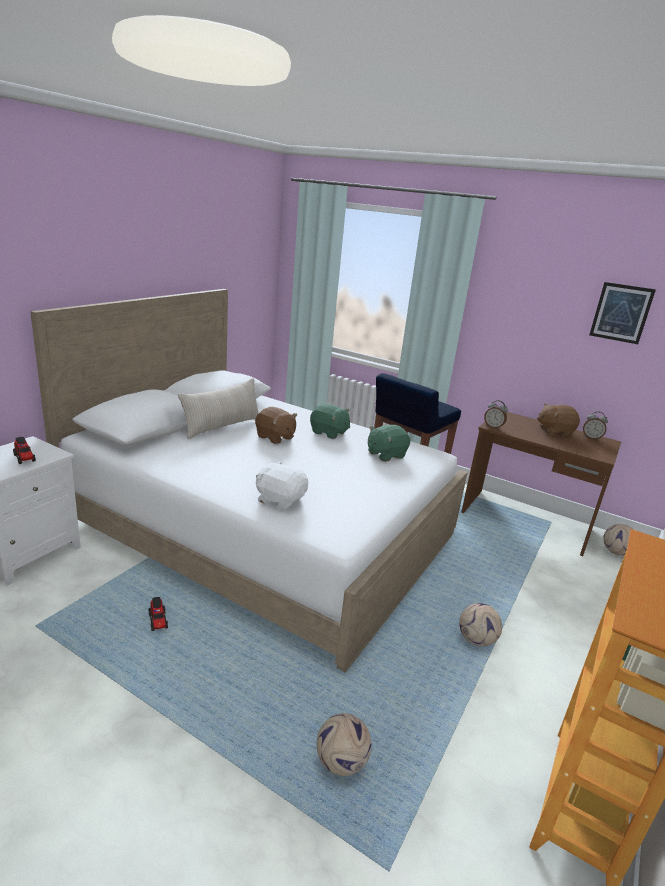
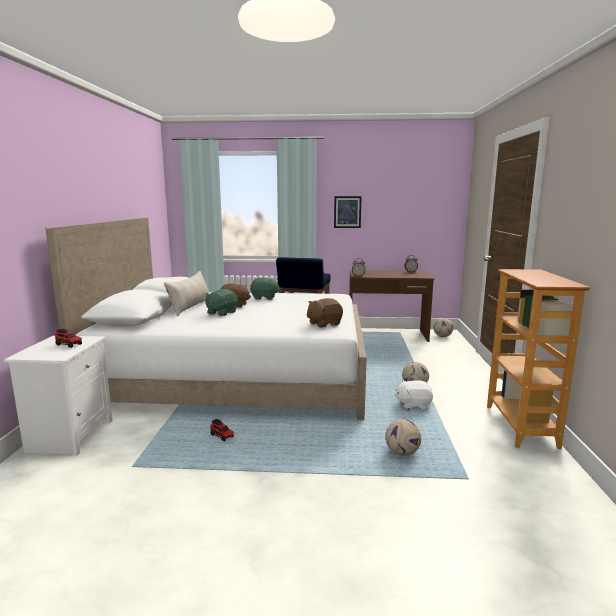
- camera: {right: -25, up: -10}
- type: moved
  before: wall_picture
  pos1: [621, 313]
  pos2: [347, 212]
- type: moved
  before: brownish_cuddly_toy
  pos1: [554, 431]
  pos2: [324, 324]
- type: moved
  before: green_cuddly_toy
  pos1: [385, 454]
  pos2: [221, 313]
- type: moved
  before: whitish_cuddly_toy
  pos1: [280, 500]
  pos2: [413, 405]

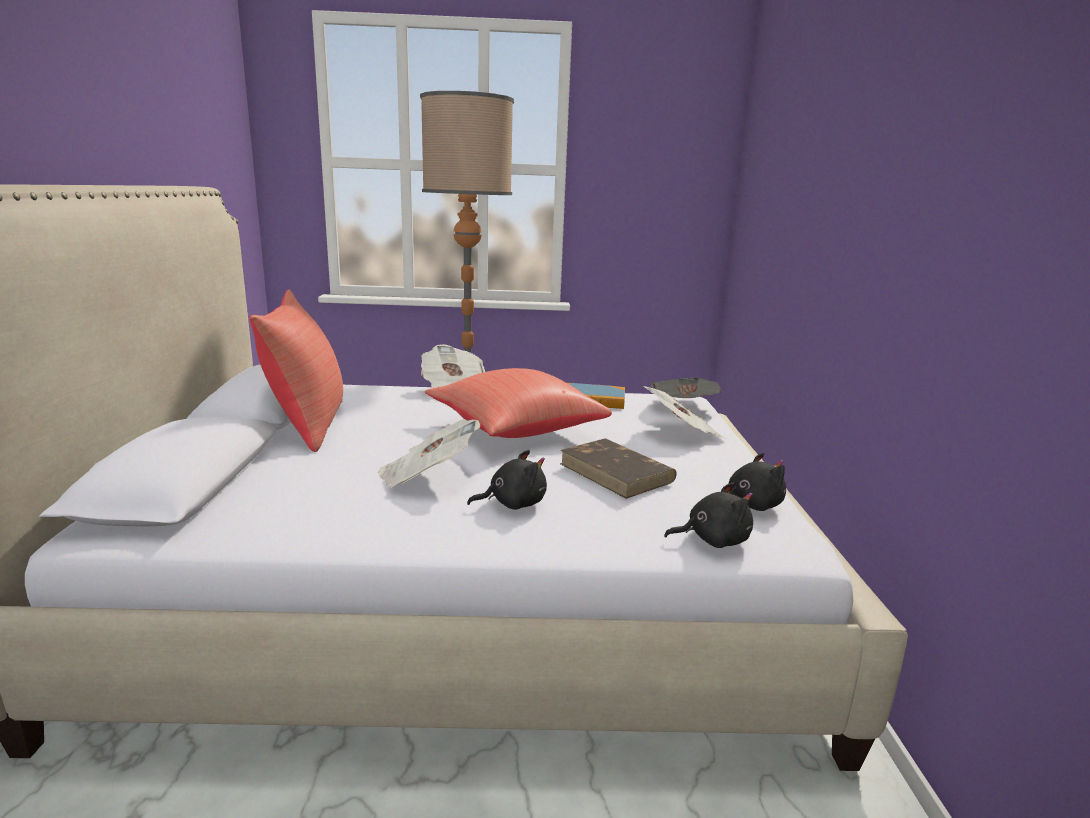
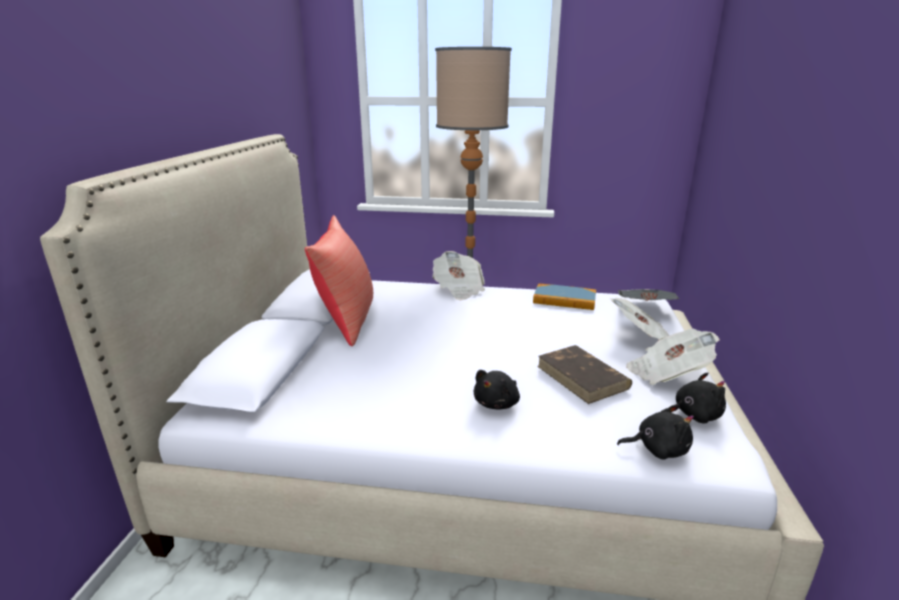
- camera: {right: 10, up: 5}
- type: removed
  before: red-coloured_throw_pillow
  pos1: [514, 430]
- type: moved
  before: daily_paper
  pos1: [427, 477]
  pos2: [667, 374]
- type: turned
  before: blackish_cuddly_toy
  pos1: [513, 504]
  pos2: [497, 403]
  turn: 135

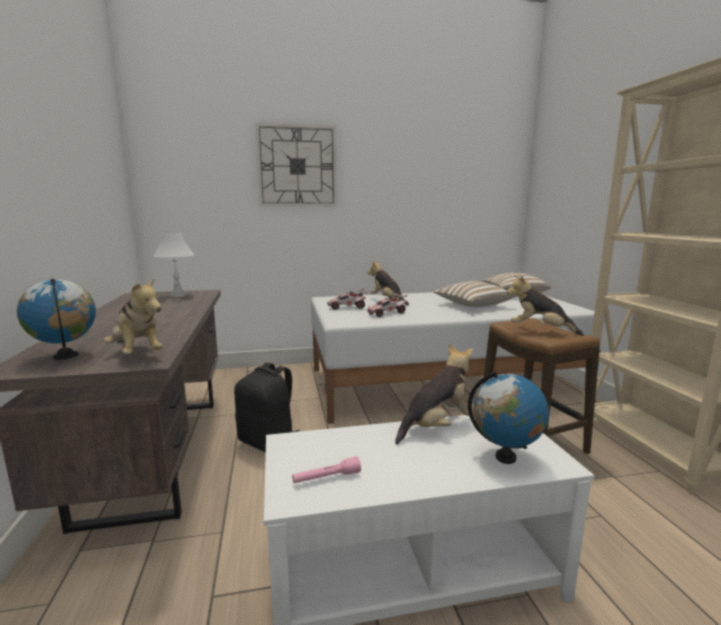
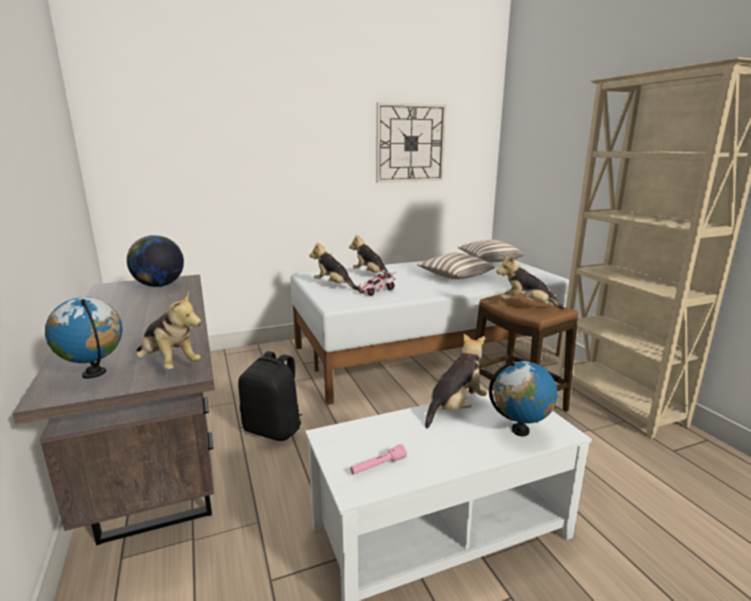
- camera: {right: -10, up: 5}
- type: moved
  before: hanging_clock
  pos1: [297, 166]
  pos2: [410, 143]
- type: replaced
  before: whitish_tabletop_lamp
  after: globe
  pos1: [178, 296]
  pos2: [159, 285]
- type: replaced
  before: model_car
  after: cuddly_toy
  pos1: [347, 307]
  pos2: [334, 285]

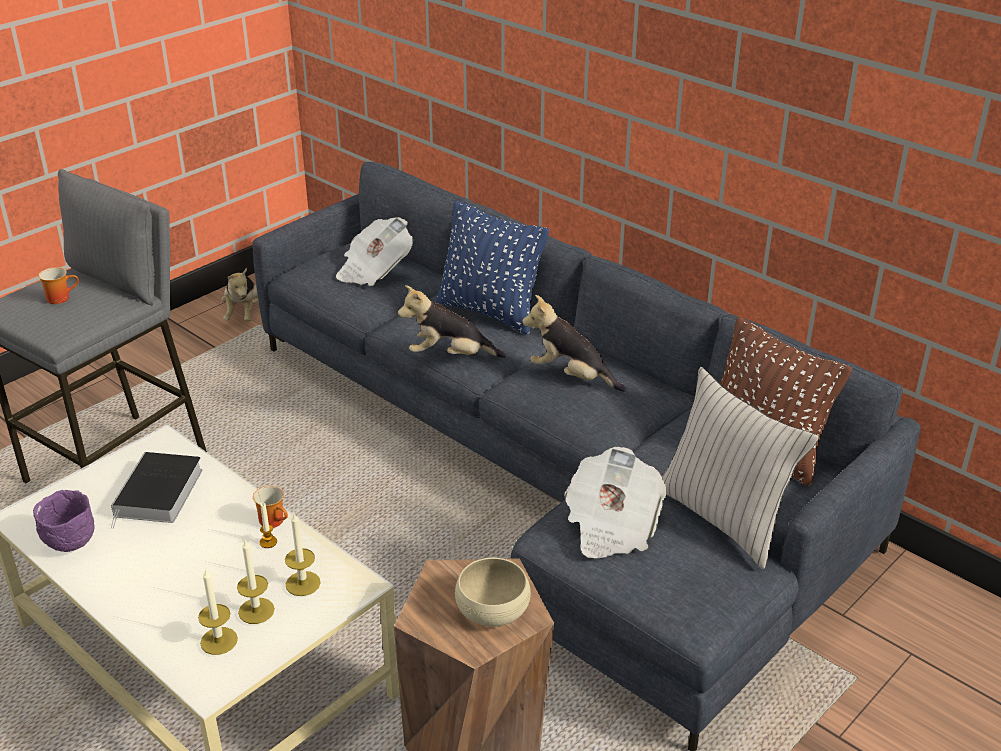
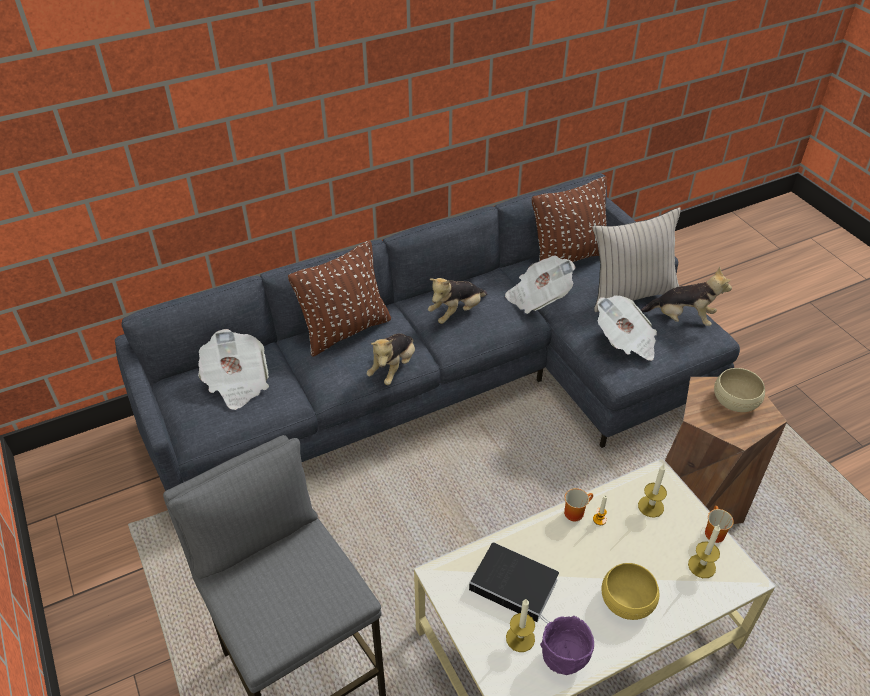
- camera: {right: -70, up: 10}
- type: recoloured
  before: blue-coloured_throw_pillow
  after: brownish_throw_pillow
  pos1: [490, 311]
  pos2: [345, 331]
- type: moved
  before: coffee_mug
  pos1: [61, 297]
  pos2: [712, 532]
- type: moved
  before: cuddly_toy
  pos1: [243, 313]
  pos2: [682, 318]
- type: moved
  before: candle
  pos1: [256, 611]
  pos2: [520, 638]
- type: added
  after: daily_paper
  pos2: [538, 297]
- type: added
  after: yellow_bowl
  pos2: [627, 600]

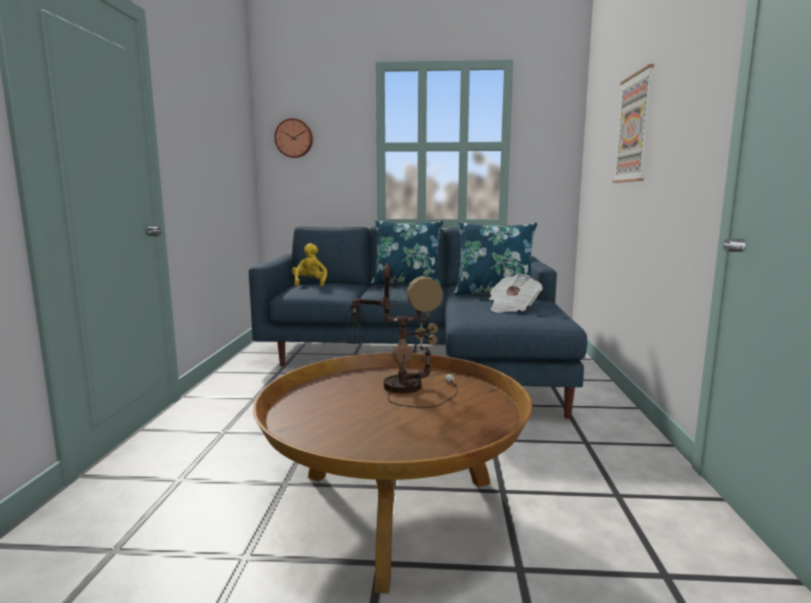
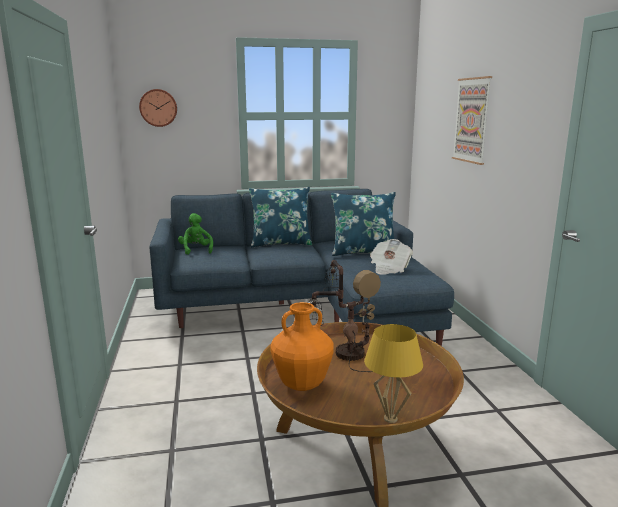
- camera: {right: -15, up: 5}
- type: recoloured
  before: yellow_cuddly_toy
  after: green_cuddly_toy
  pos1: [310, 284]
  pos2: [196, 250]
- type: added
  after: orangey_vase
  pos2: [302, 385]
- type: added
  after: yellow_tabletop_lamp
  pos2: [390, 419]

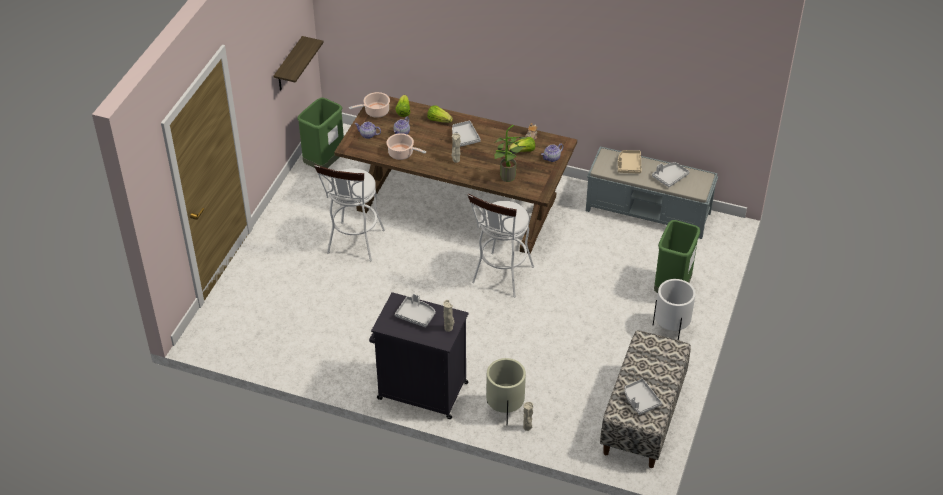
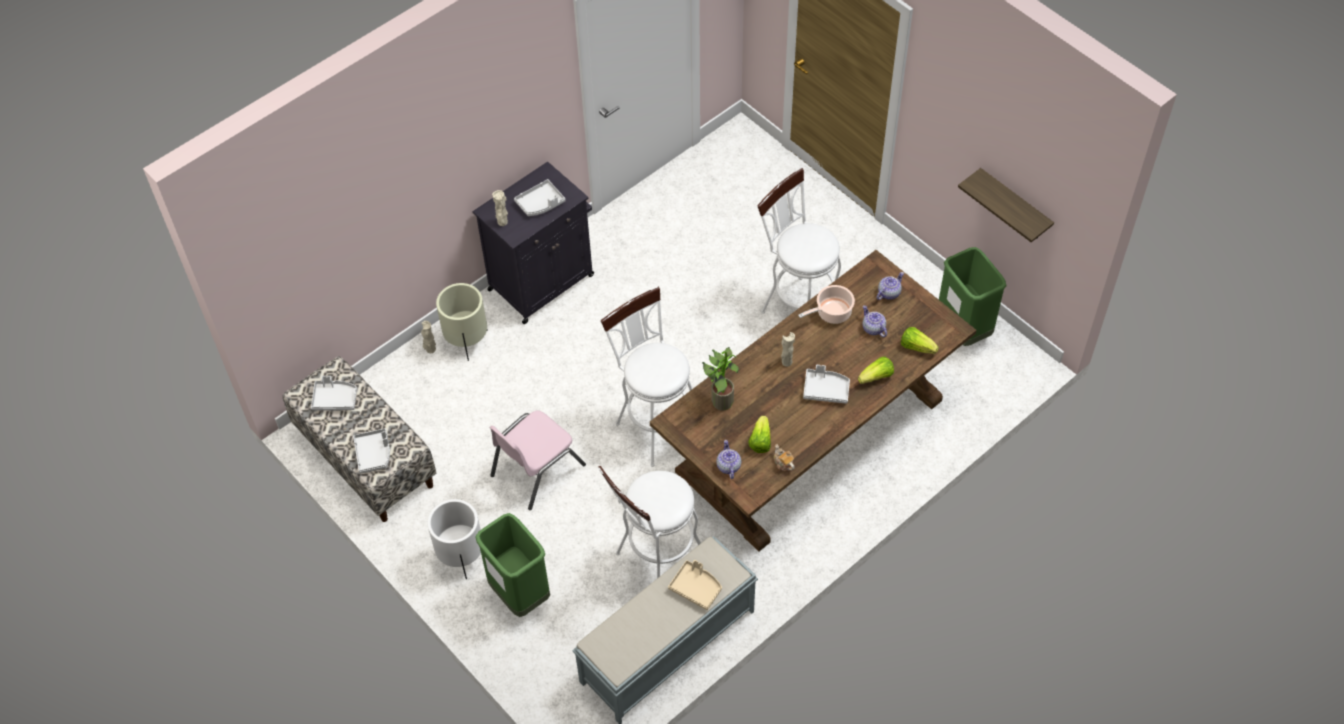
- camera: {right: 120, up: 10}
- type: removed
  before: cooking_pot
  pos1: [375, 112]
- type: moved
  before: greyish_carrying_tray
  pos1: [669, 177]
  pos2: [374, 454]
- type: added
  after: pink_upright_chair
  pos2: [536, 470]
- type: added
  after: whitish_stool
  pos2: [656, 560]

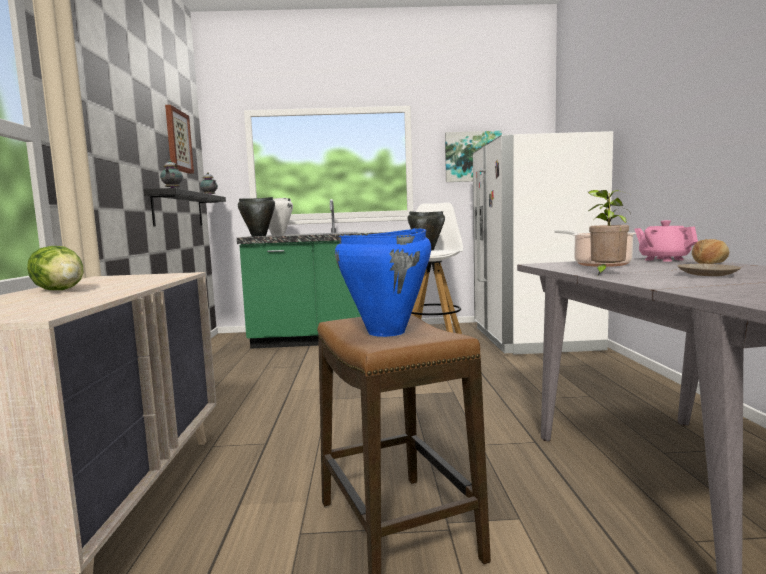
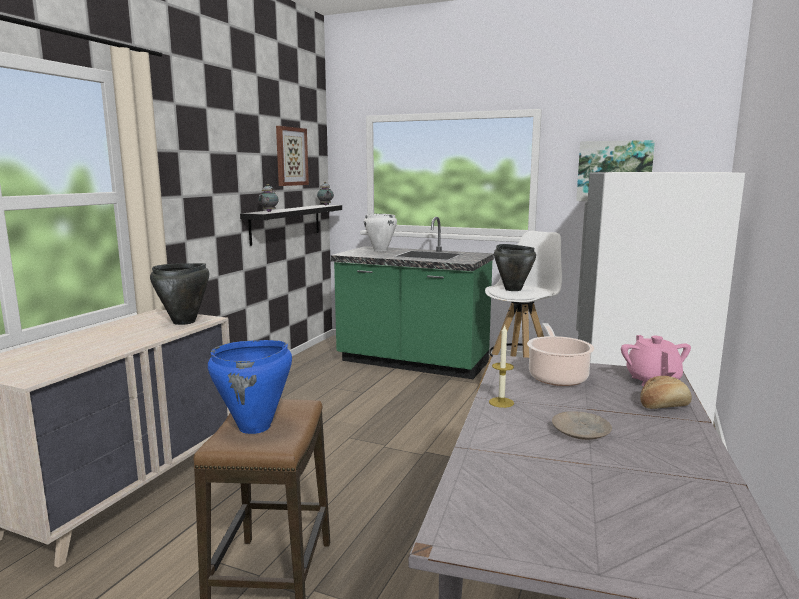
- camera: {right: 25, up: 5}
- type: replaced
  before: plant_in_a_pot
  after: candle
  pos1: [606, 274]
  pos2: [501, 402]
- type: moved
  before: blackish_cooking_pot
  pos1: [259, 236]
  pos2: [184, 322]
- type: removed
  before: head_of_lettuce
  pos1: [61, 290]

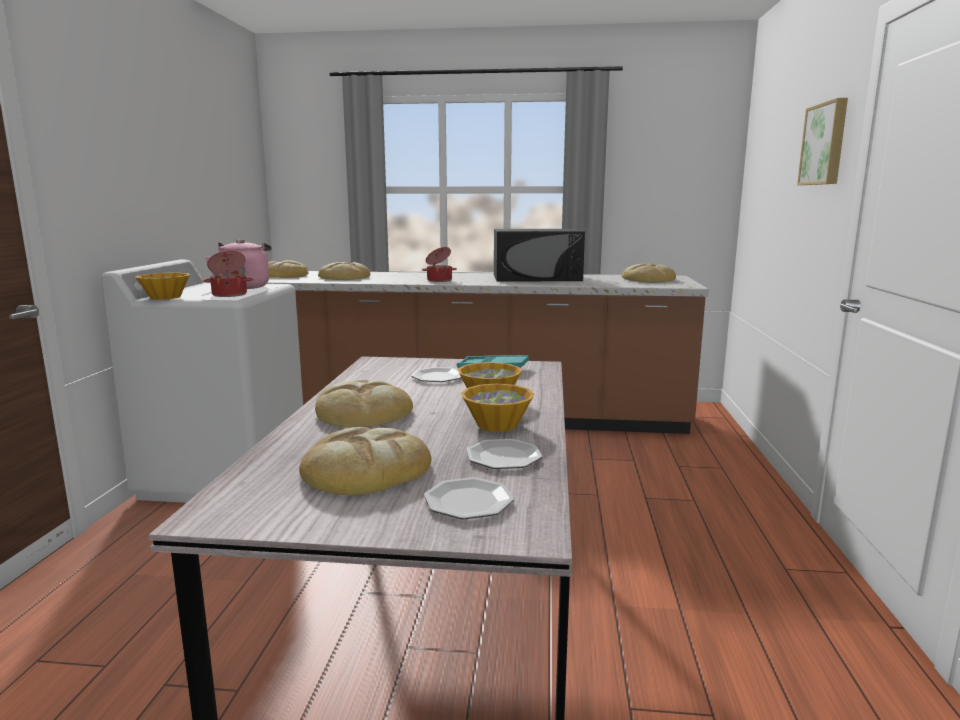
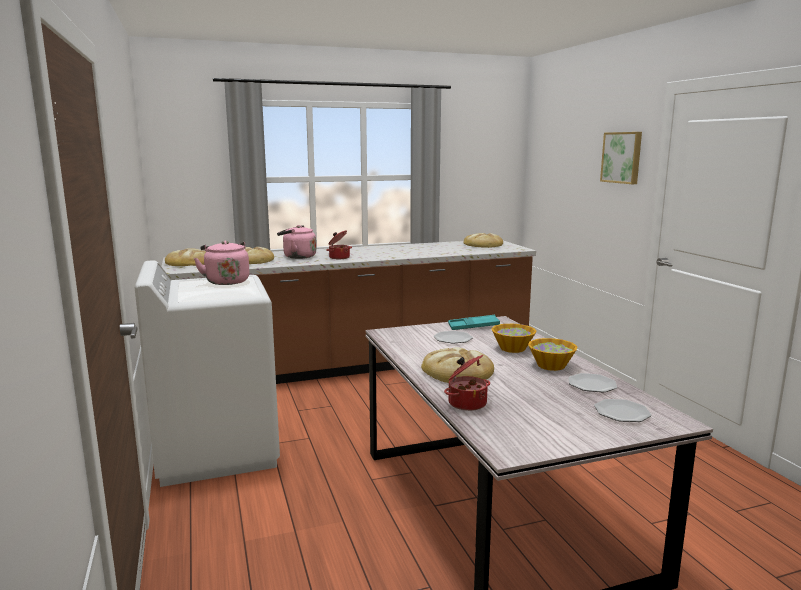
- camera: {right: -25, up: 0}
- type: removed
  before: blackish_microwave
  pos1: [537, 277]
- type: moved
  before: cooking_pot
  pos1: [230, 294]
  pos2: [466, 403]
- type: removed
  before: bowl
  pos1: [165, 297]
- type: removed
  before: bakery_bread
  pos1: [365, 470]
- type: added
  after: pink_water_kettle
  pos2: [297, 257]

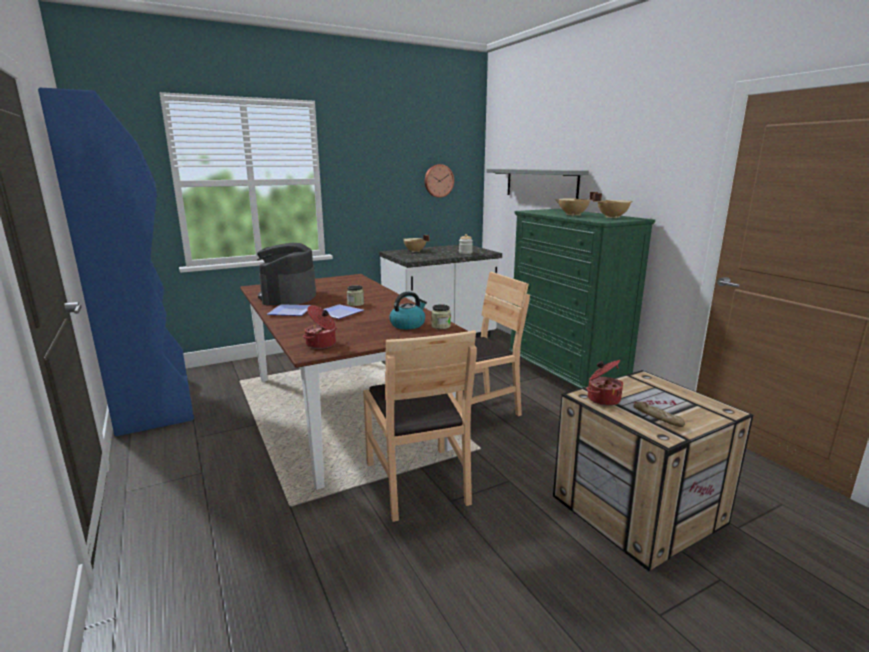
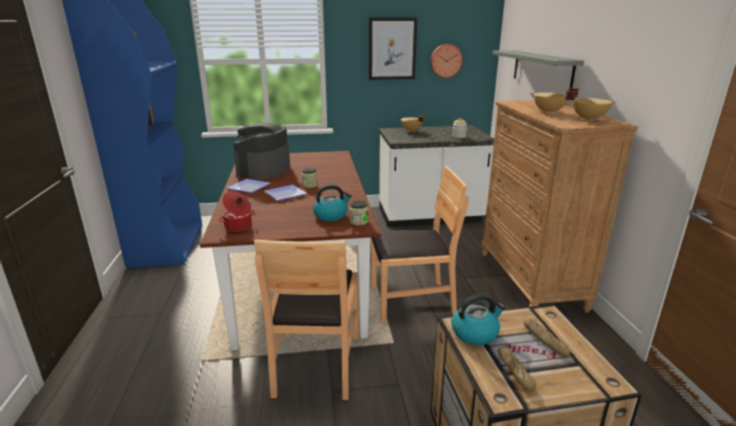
- camera: {right: 20, up: 5}
- type: recoloured
  before: green_dresser
  after: brownish_dresser
  pos1: [565, 377]
  pos2: [530, 280]
- type: replaced
  before: cooking_pot
  after: water_kettle
  pos1: [603, 399]
  pos2: [475, 333]
- type: added
  after: wall_picture
  pos2: [392, 49]
- type: added
  after: bakery_bread
  pos2: [545, 341]

